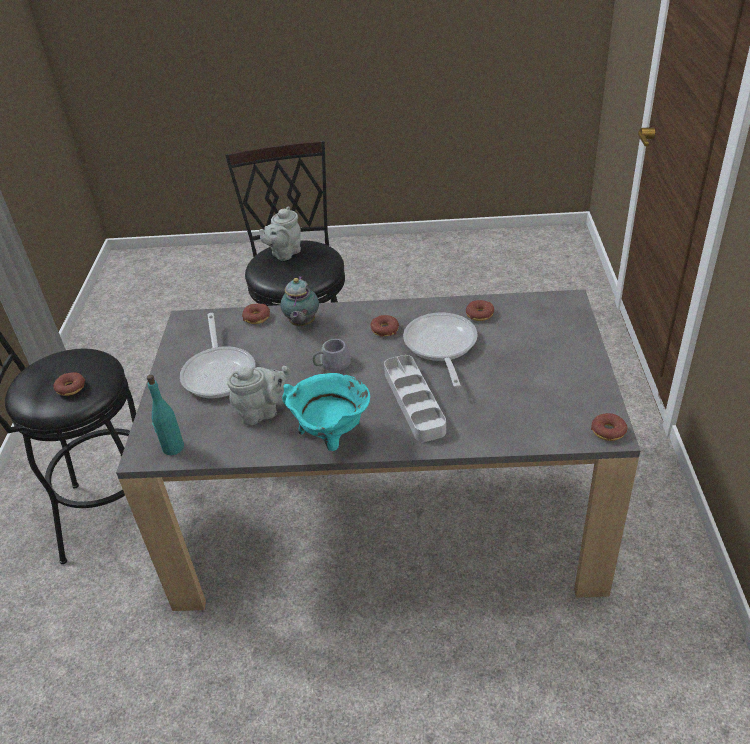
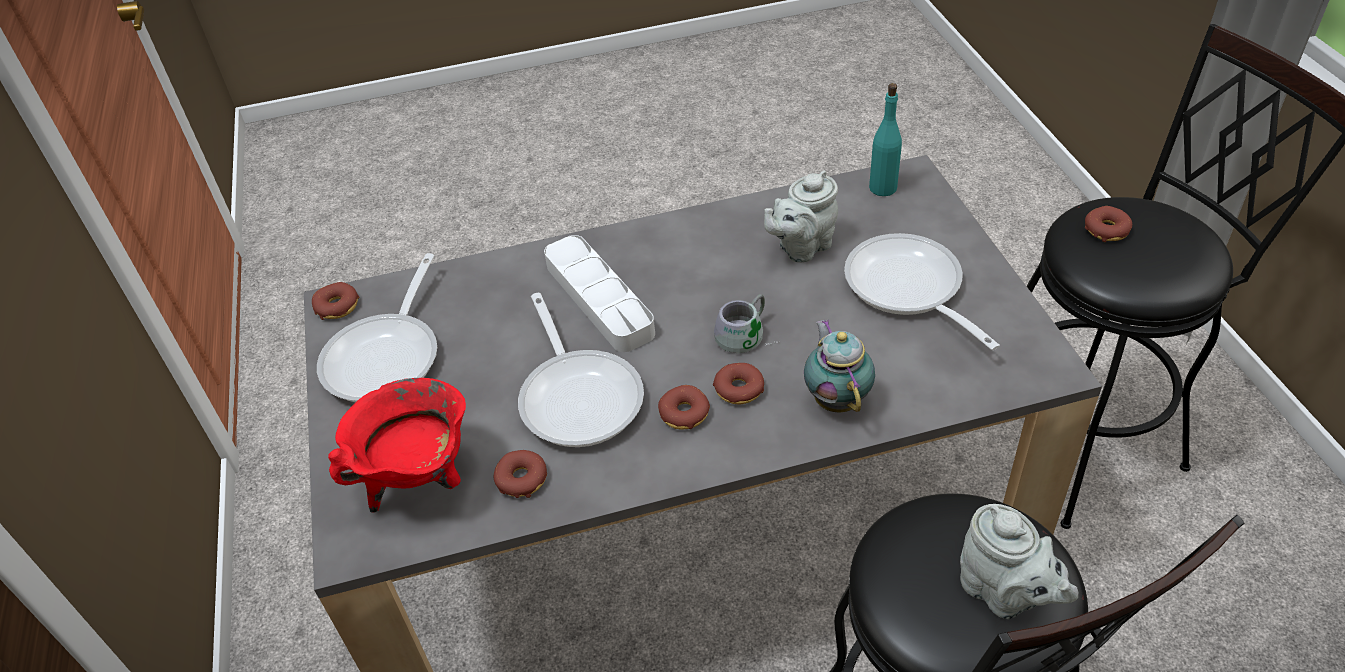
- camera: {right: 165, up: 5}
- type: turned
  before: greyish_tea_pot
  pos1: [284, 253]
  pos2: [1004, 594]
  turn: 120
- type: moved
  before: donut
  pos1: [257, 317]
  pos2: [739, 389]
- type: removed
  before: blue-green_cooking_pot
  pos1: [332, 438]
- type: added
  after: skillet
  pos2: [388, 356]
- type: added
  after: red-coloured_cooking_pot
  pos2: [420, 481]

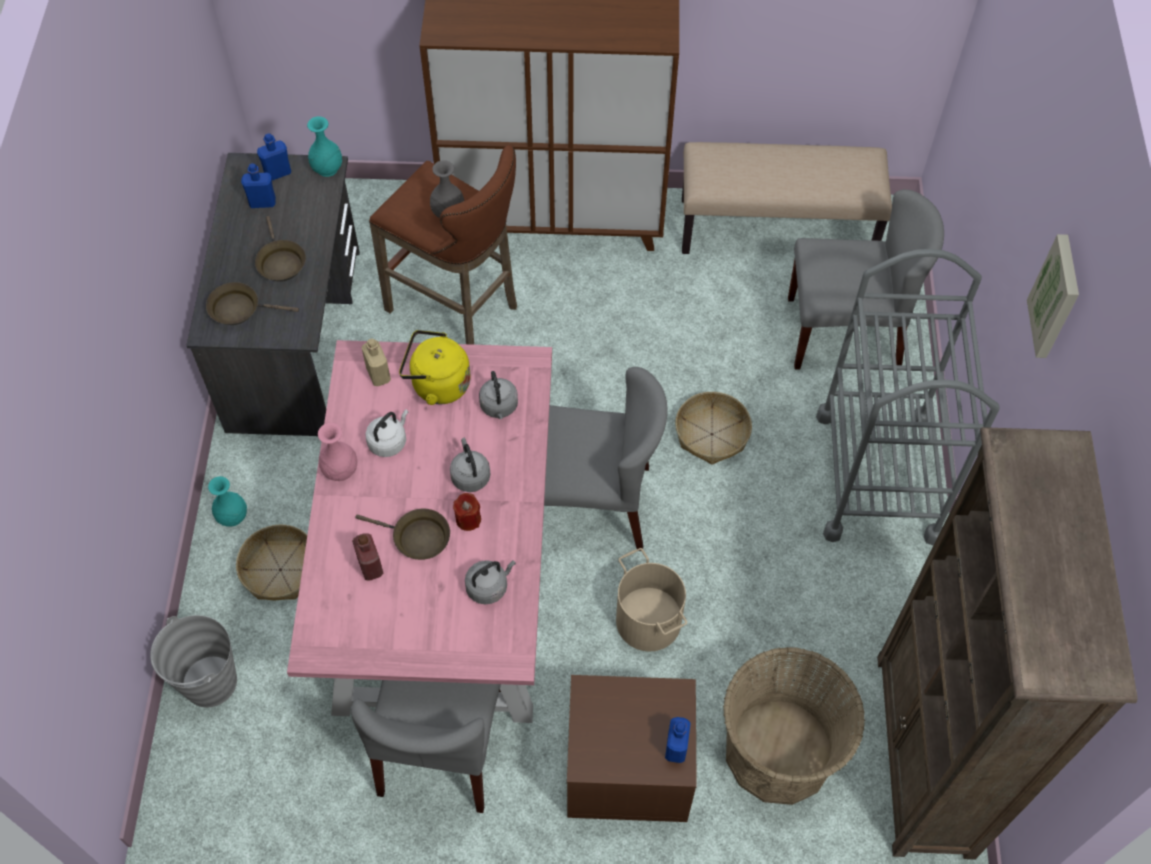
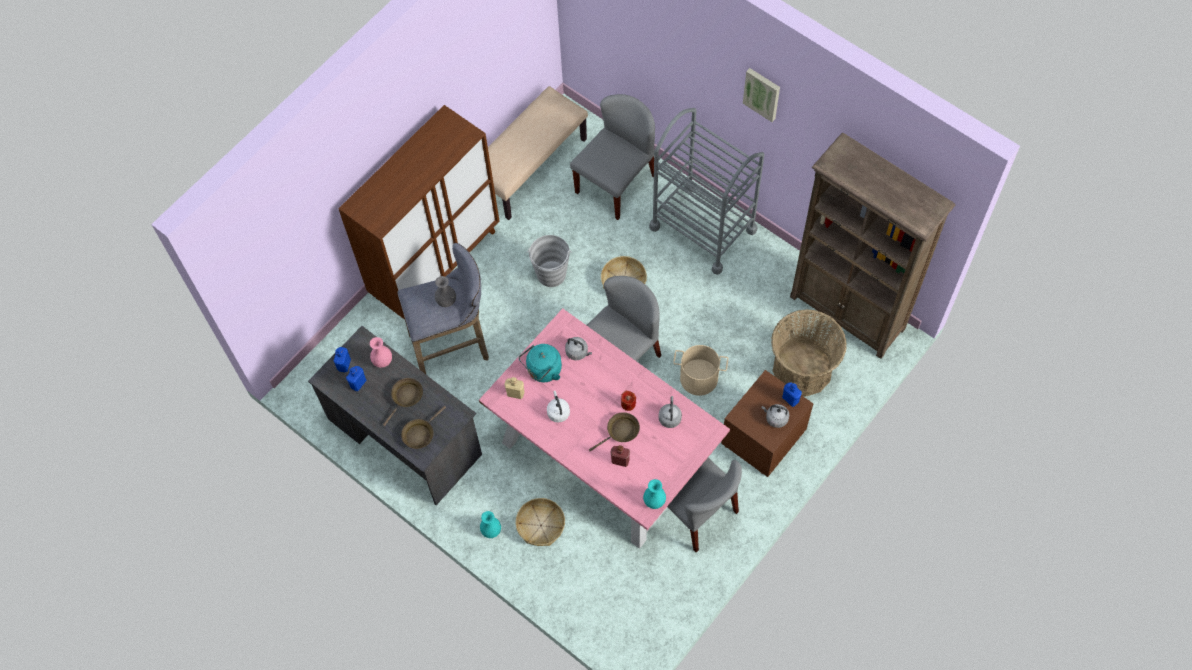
- camera: {right: -50, up: 5}
- type: moved
  before: blue-green_vase
  pos1: [328, 169]
  pos2: [654, 501]
- type: recoloured
  before: brownish_stool
  after: greyish_stool
  pos1: [458, 310]
  pos2: [453, 346]
- type: turned
  before: brownish_skillet
  pos1: [280, 262]
  pos2: [406, 397]
  turn: -75
- type: recoloured
  before: yellow_water_kettle
  after: blue-green_water_kettle
  pos1: [437, 384]
  pos2: [542, 371]
- type: moved
  before: pink_vase
  pos1: [340, 471]
  pos2: [382, 361]
- type: moved
  before: greyish_water_kettle
  pos1: [470, 475]
  pos2: [775, 418]
- type: moved
  before: greyish_water_bucket
  pos1: [209, 682]
  pos2: [551, 274]

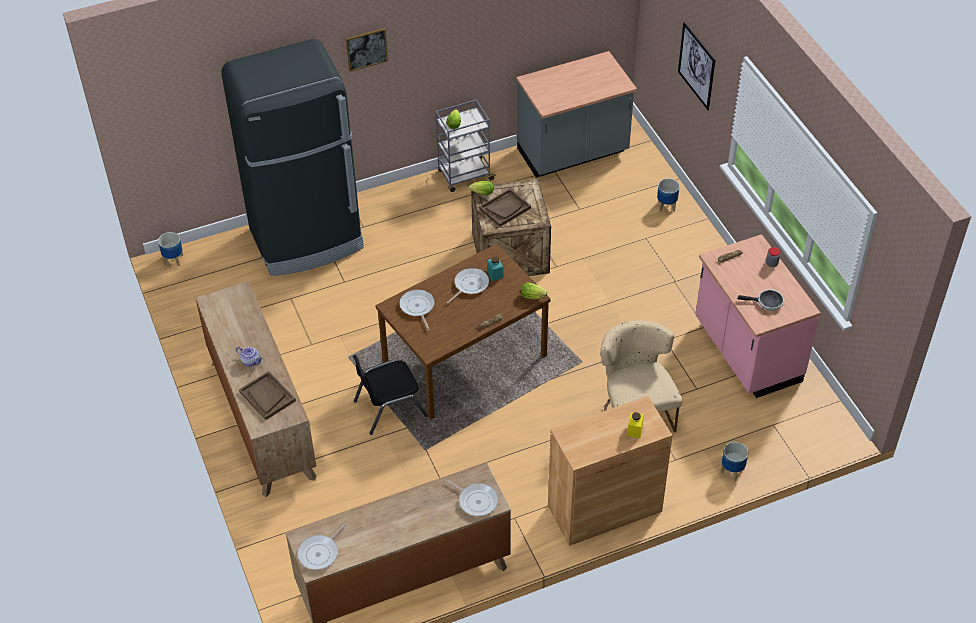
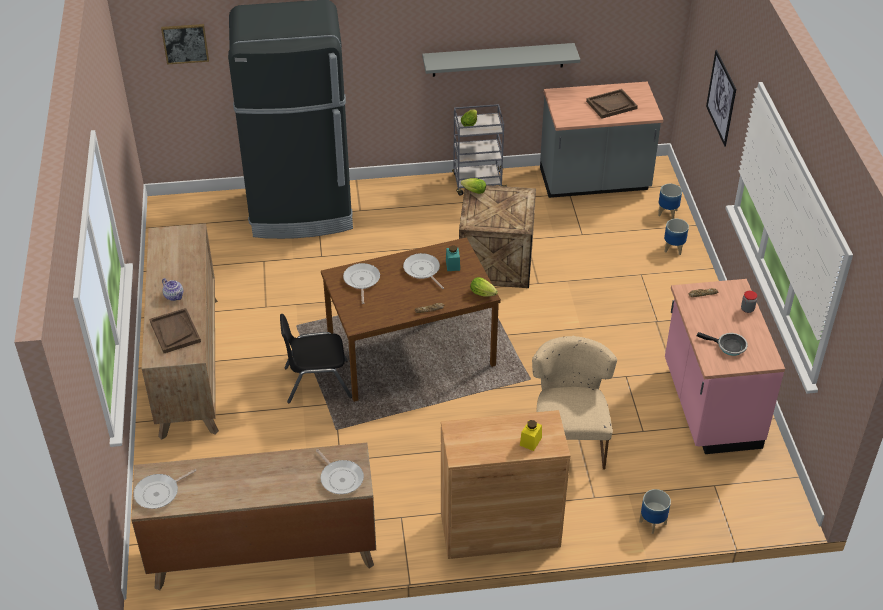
- camera: {right: 15, up: -5}
- type: moved
  before: wall_picture
  pos1: [366, 48]
  pos2: [185, 43]
- type: moved
  before: brownish_carrying_tray
  pos1: [505, 208]
  pos2: [611, 105]
- type: moved
  before: flower_pot
  pos1: [173, 259]
  pos2: [667, 213]
- type: turned
  before: skillet
  pos1: [469, 285]
  pos2: [422, 270]
  turn: -90
- type: added
  after: greyish_wall_shelf
  pos2: [498, 59]

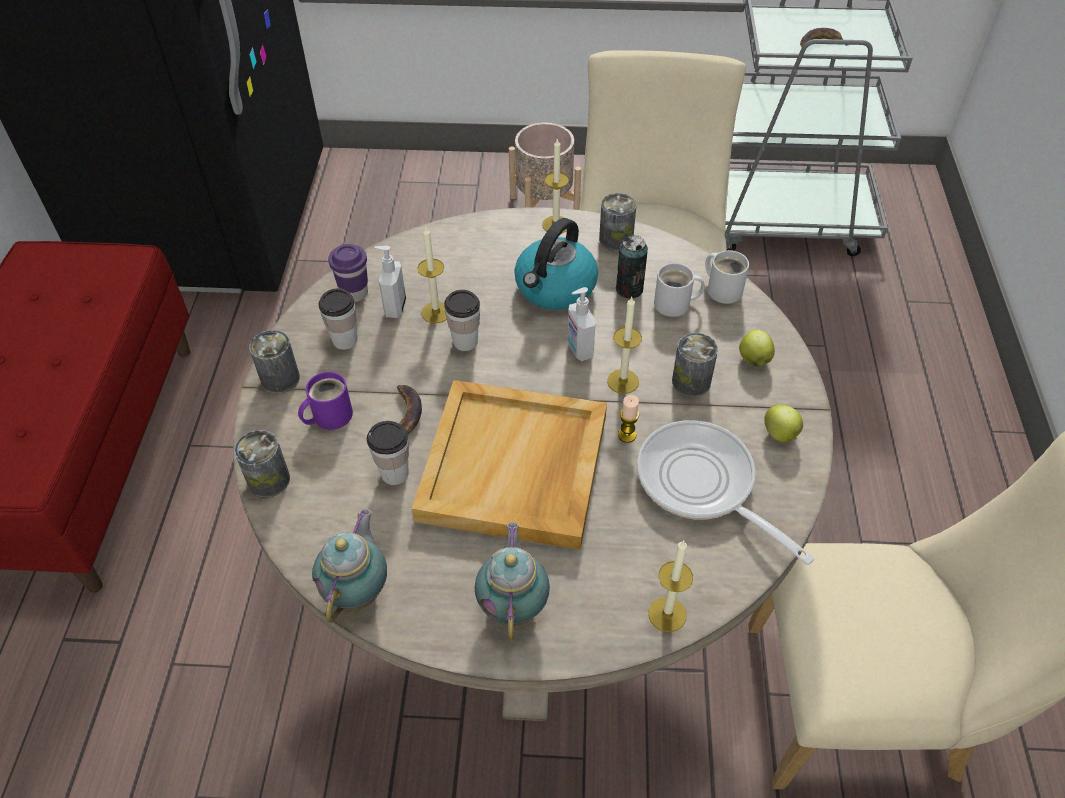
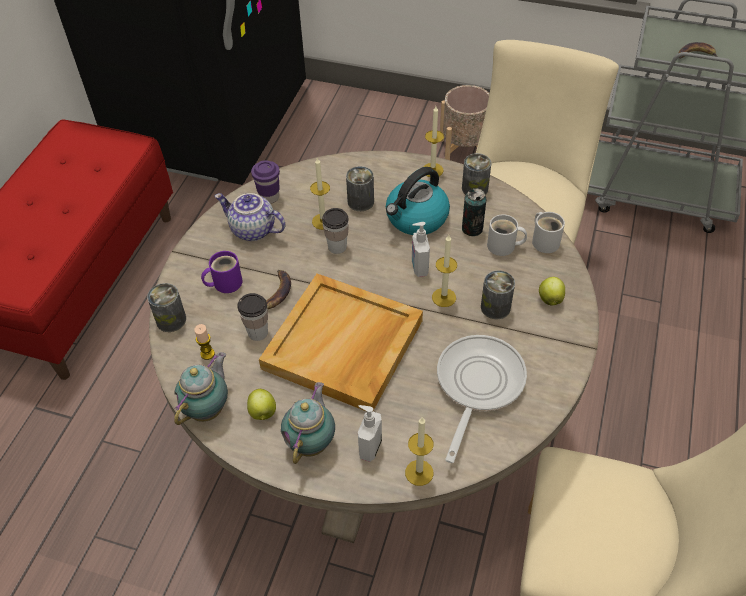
- camera: {right: 15, up: 0}
- type: moved
  before: soap_dispenser
  pos1: [394, 307]
  pos2: [369, 448]
- type: replaced
  before: drinking_cup
  after: tea_pot
  pos1: [345, 340]
  pos2: [252, 230]
- type: moved
  before: metal_can
  pos1: [280, 378]
  pos2: [360, 201]
- type: moved
  before: candle
  pos1: [627, 435]
  pos2: [207, 354]
- type: moved
  before: apple_fruit
  pos1: [781, 435]
  pos2: [263, 413]
- type: turned
  before: skillet
  pos1: [702, 485]
  pos2: [477, 385]
  turn: 45

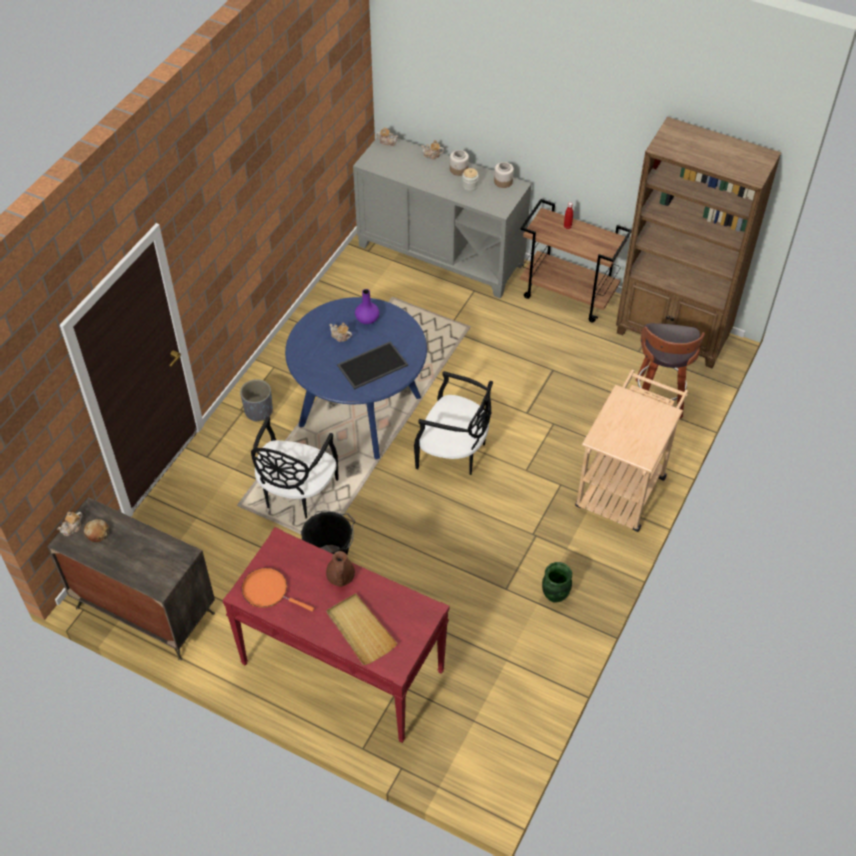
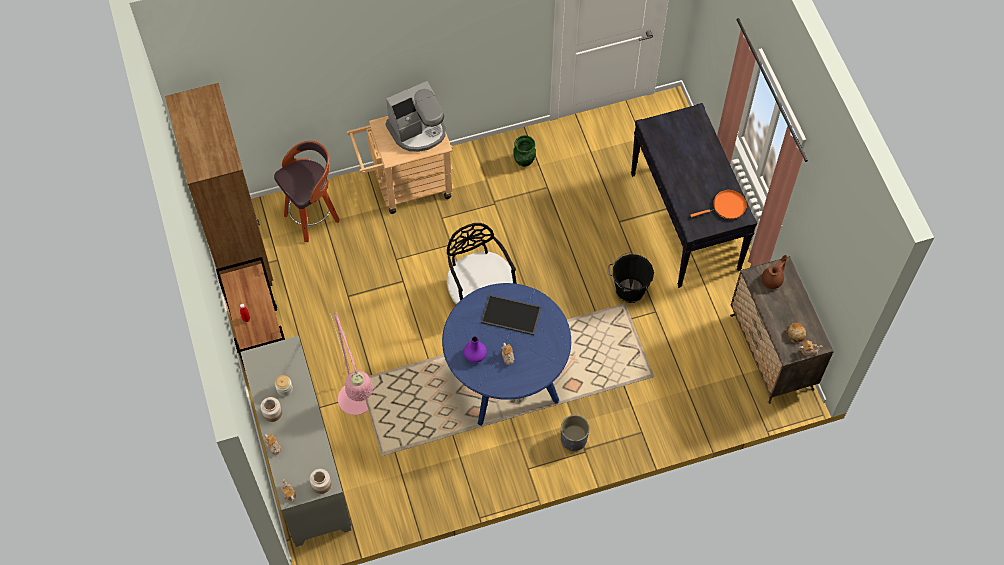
- camera: {right: -135, up: 10}
- type: moved
  before: jar
  pos1: [503, 182]
  pos2: [321, 484]
- type: removed
  before: blackish_upright_chair
  pos1: [296, 493]
- type: recoloured
  before: red-coloured_narrow_table
  after: blackish_narrow_table
  pos1: [341, 667]
  pos2: [685, 222]
- type: moved
  before: brownish_tea_pot
  pos1: [340, 577]
  pos2: [772, 280]
- type: turned
  before: orangey_skillet
  pos1: [268, 591]
  pos2: [726, 207]
  turn: -90
- type: removed
  before: beige_carrying_tray
  pos1: [360, 630]
- type: added
  after: coffee_brewer
  pos2: [418, 130]
- type: added
  after: pink_standard_lamp
  pos2: [359, 407]

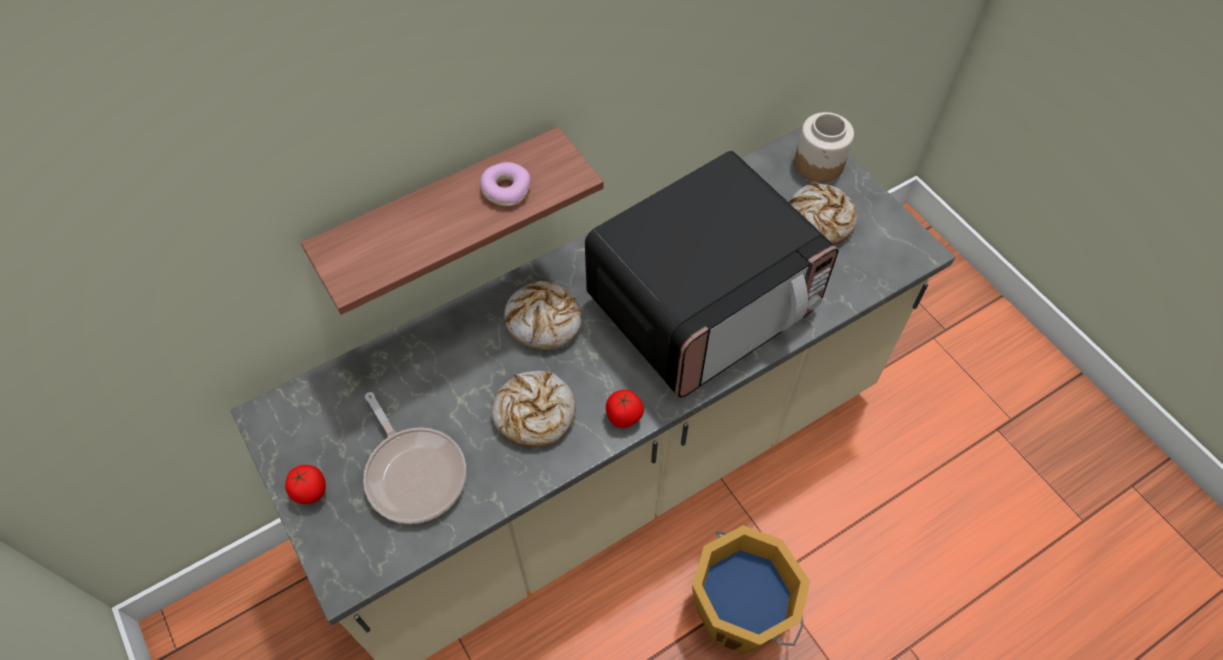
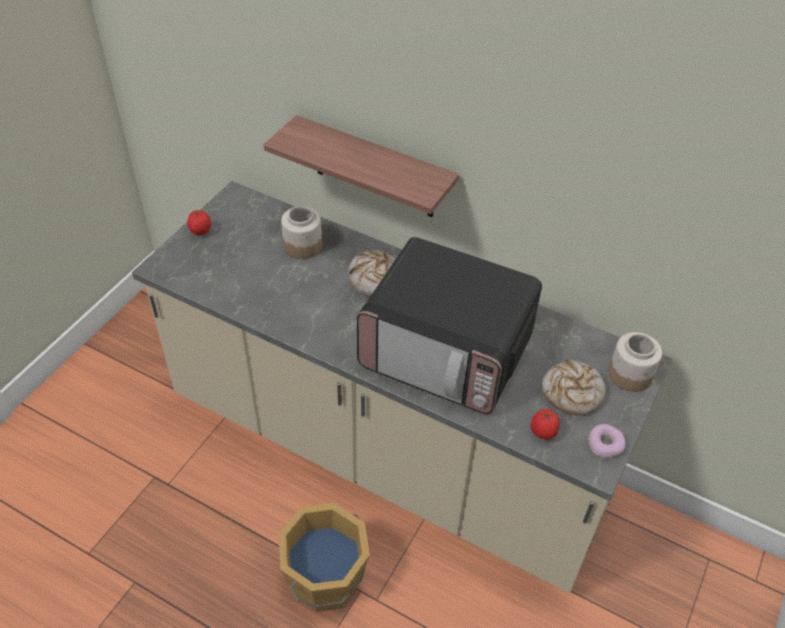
- camera: {right: 60, up: -10}
- type: moved
  before: donut
  pos1: [506, 189]
  pos2: [605, 444]
- type: removed
  before: bakery_bread
  pos1: [534, 414]
- type: moved
  before: tomato
  pos1: [624, 417]
  pos2: [543, 433]
- type: removed
  before: skillet
  pos1: [414, 473]
- type: added
  after: jar
  pos2: [303, 245]

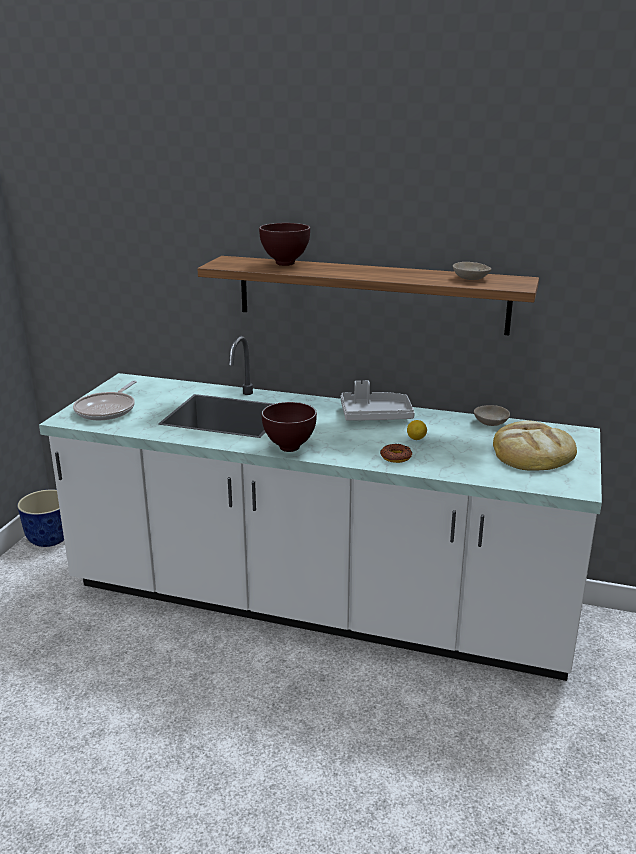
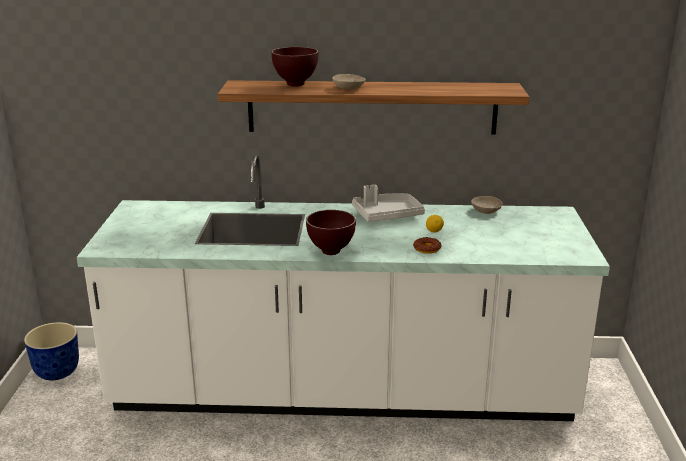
- camera: {right: -15, up: 0}
- type: moved
  before: beige_bowl
  pos1: [469, 278]
  pos2: [347, 88]
- type: removed
  before: skillet
  pos1: [107, 409]
- type: removed
  before: bakery_bread
  pos1: [532, 452]

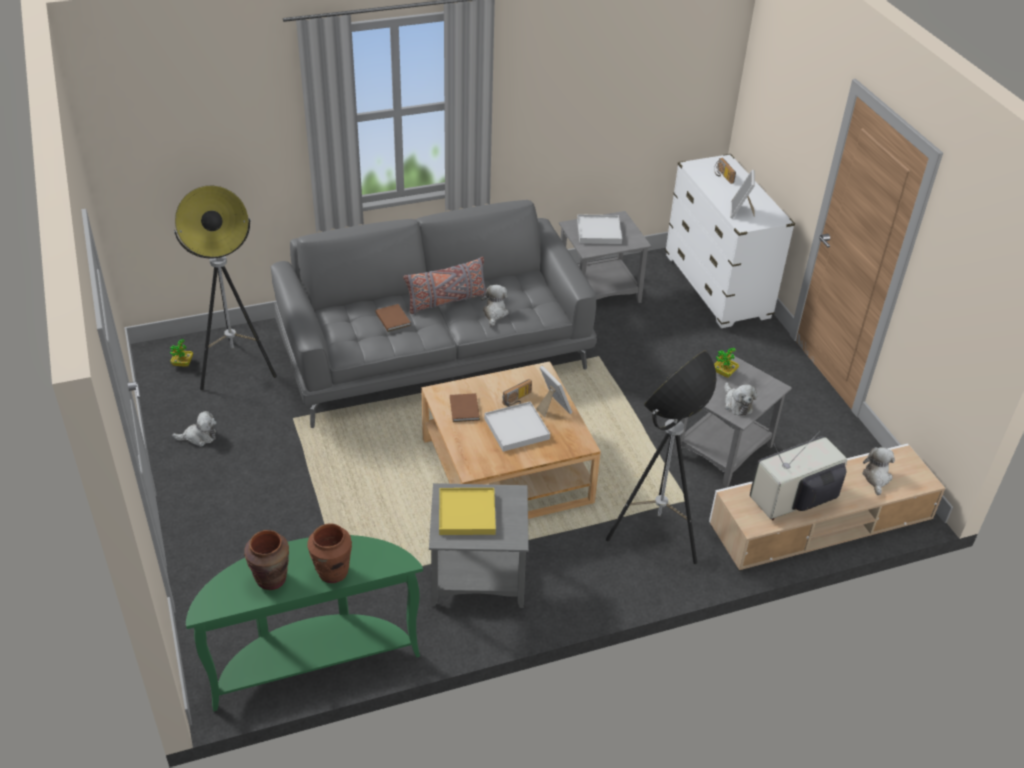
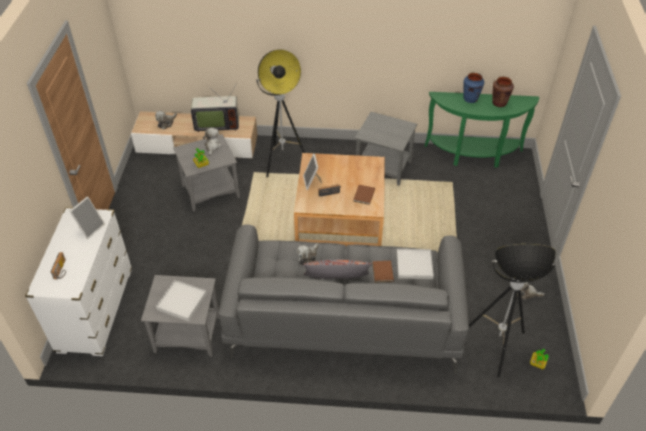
- camera: {right: -155, up: 5}
- type: moved
  before: whitish_carrying_tray
  pos1: [516, 428]
  pos2: [414, 265]
- type: removed
  before: yellow_carrying_tray
  pos1: [466, 513]
- type: recoloured
  before: brownish_vase
  after: blue-coloured_vase
  pos1: [332, 572]
  pos2: [470, 99]

